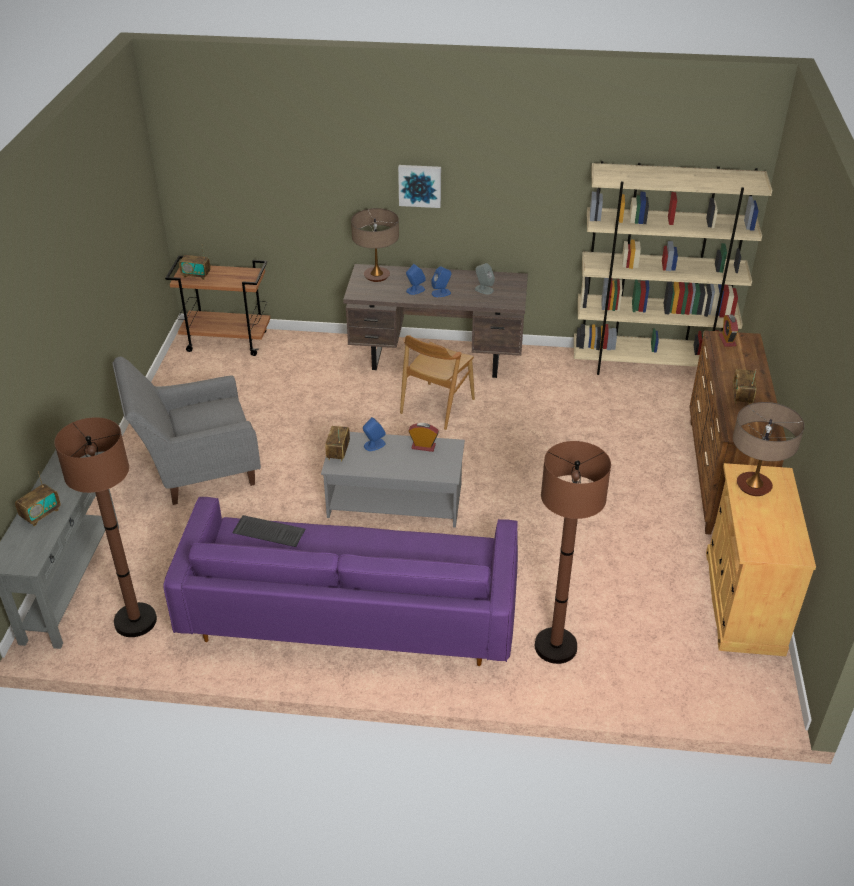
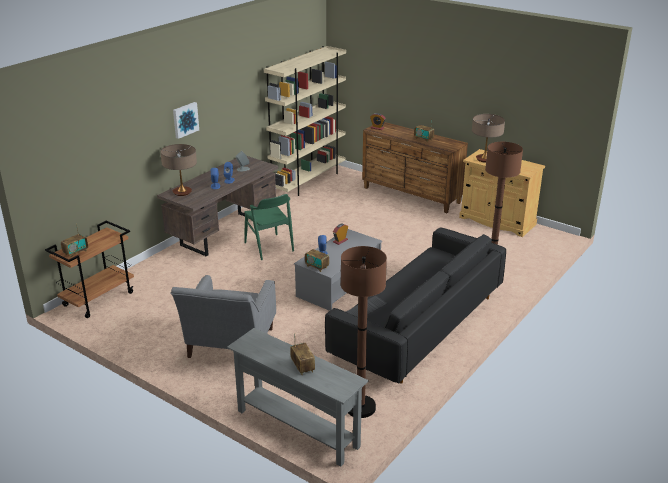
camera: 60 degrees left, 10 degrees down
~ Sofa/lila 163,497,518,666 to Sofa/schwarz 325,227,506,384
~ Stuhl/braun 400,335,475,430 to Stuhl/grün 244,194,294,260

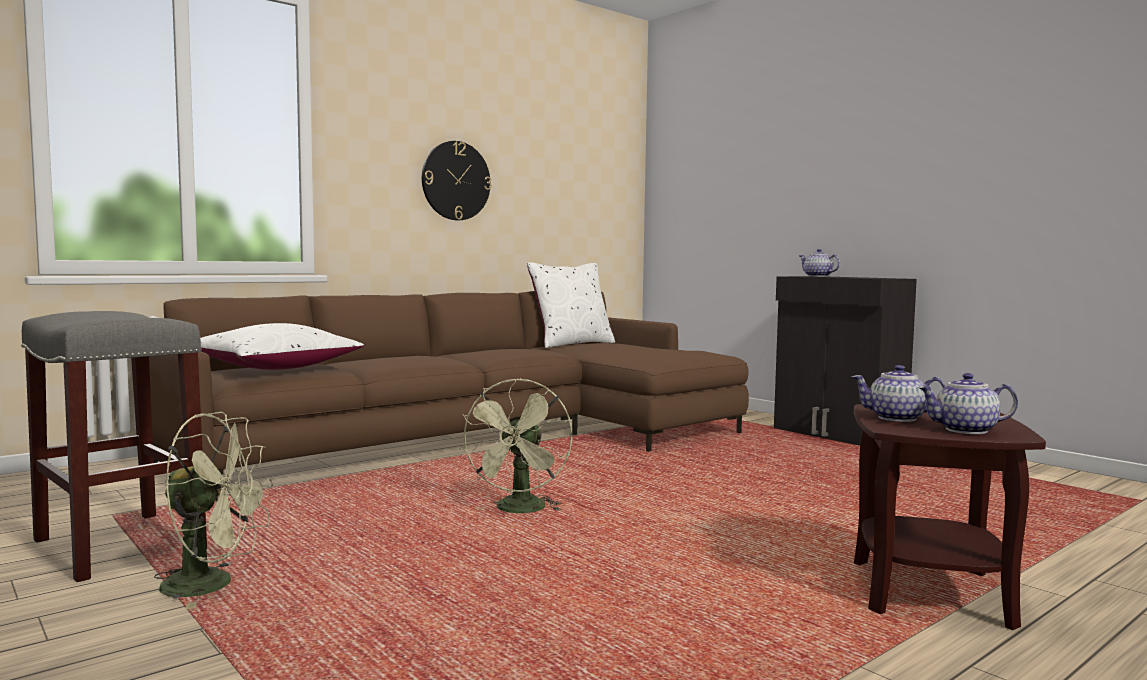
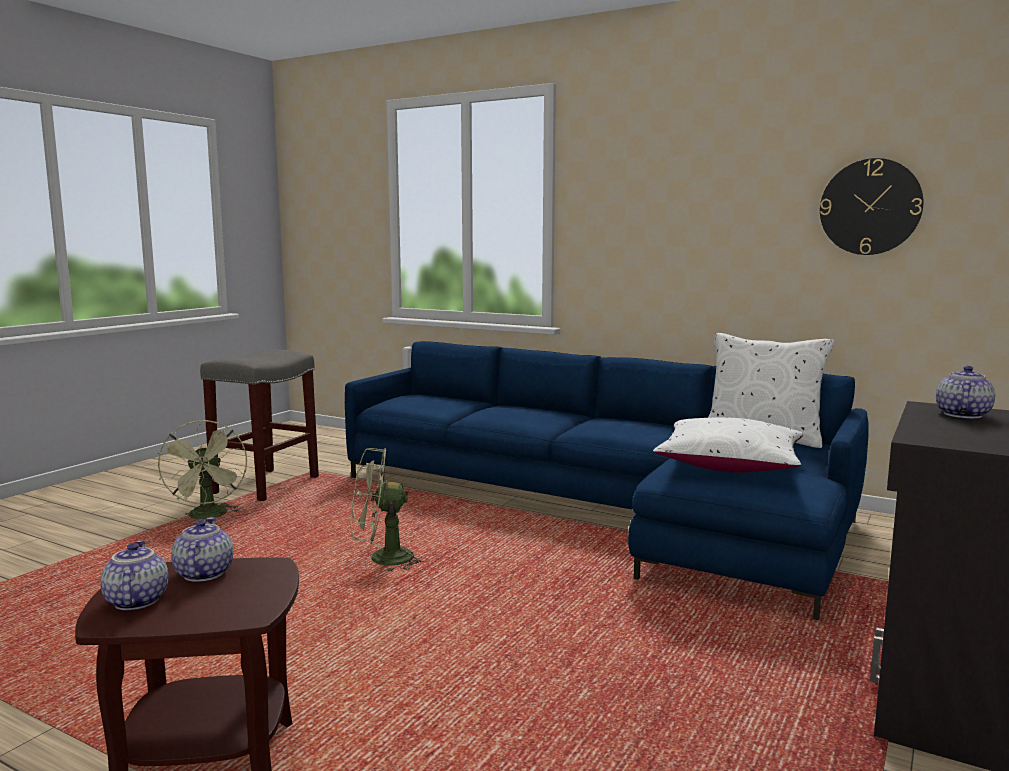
camera: 70 degrees right, 5 degrees up
~ Kissen/weiß 200,323,364,370 to 653,417,803,473
~ Wanduhr 422,141,491,220 to 820,158,923,255
~ Sofa/braun 149,291,749,475 to Sofa/blau 345,341,869,620

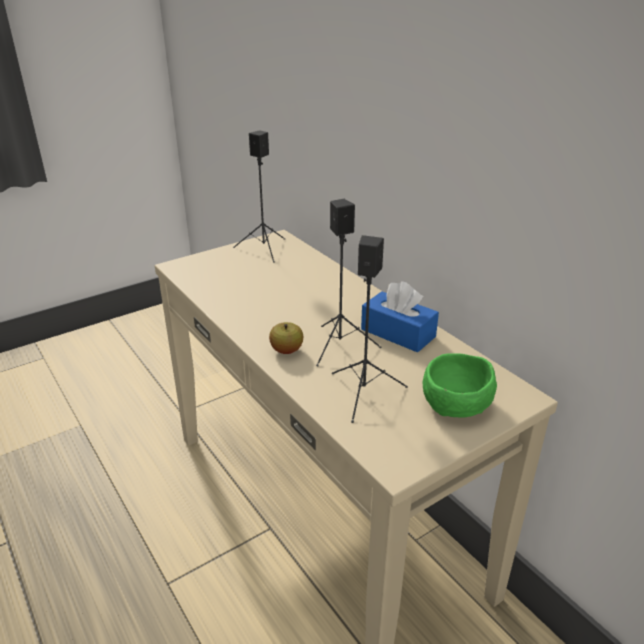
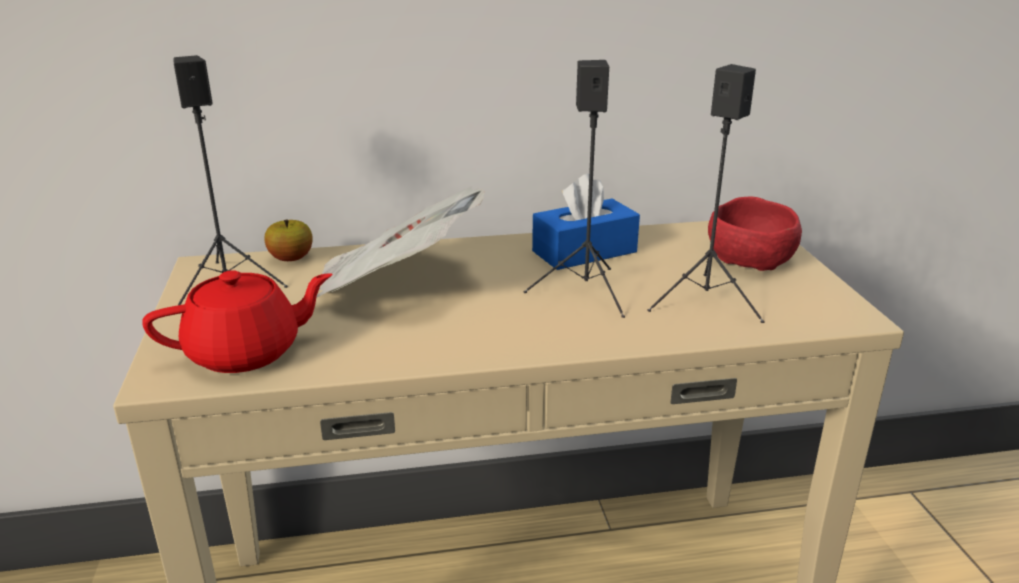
camera: 65 degrees left, 5 degrees down
+ Teekanne/rot 142,270,333,373
+ Zeitung 316,186,485,298
~ Apfel 269,322,303,354 to 264,220,313,261
~ Schüssel/grün 423,354,497,418 to Schüssel/rot 708,197,802,271

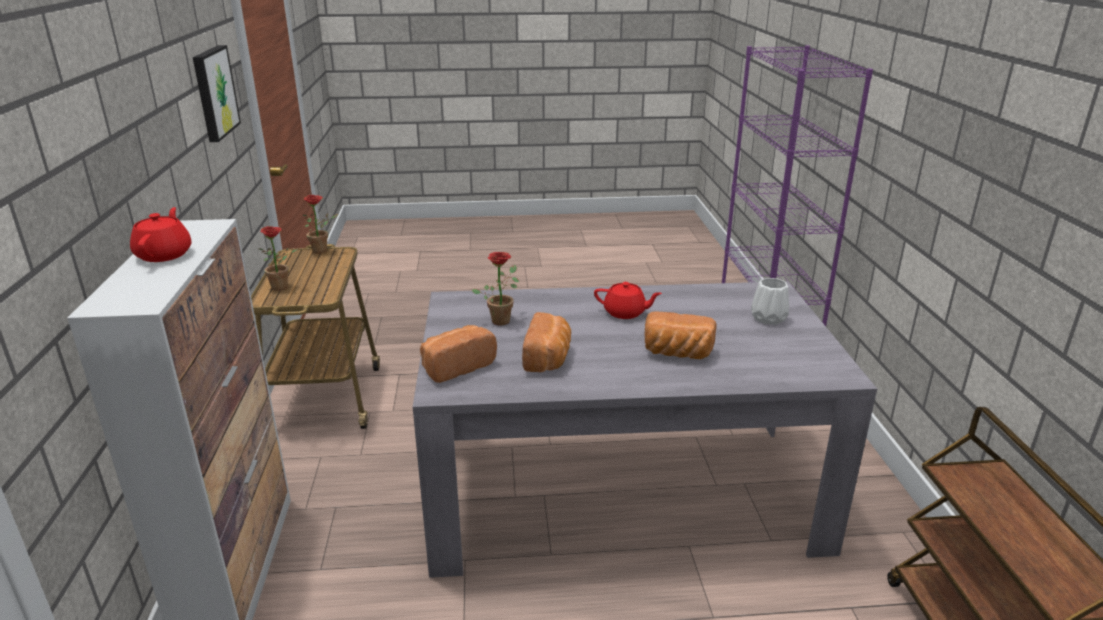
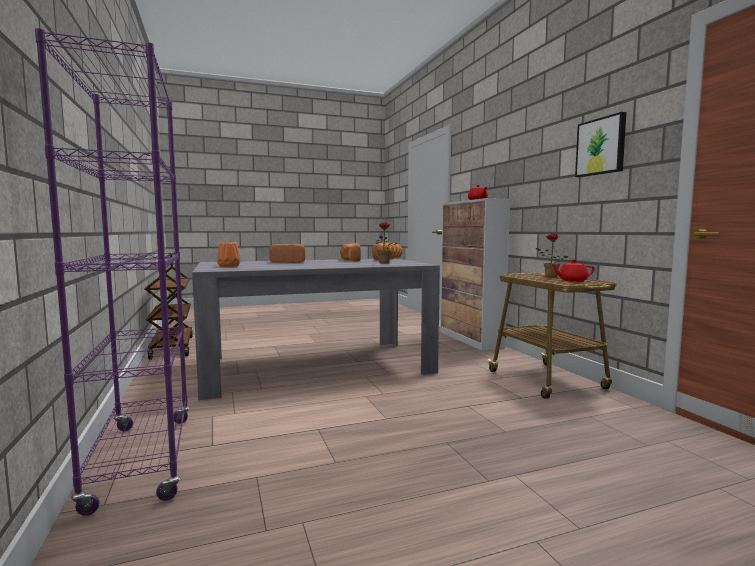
camera: 165 degrees right, 20 degrees down
- Topfpflanze 303,195,338,253
~ Teekanne/rot 594,282,662,319 to 551,260,595,282
~ Vase/weiß 751,278,789,325 to Vase/orange 217,242,240,267

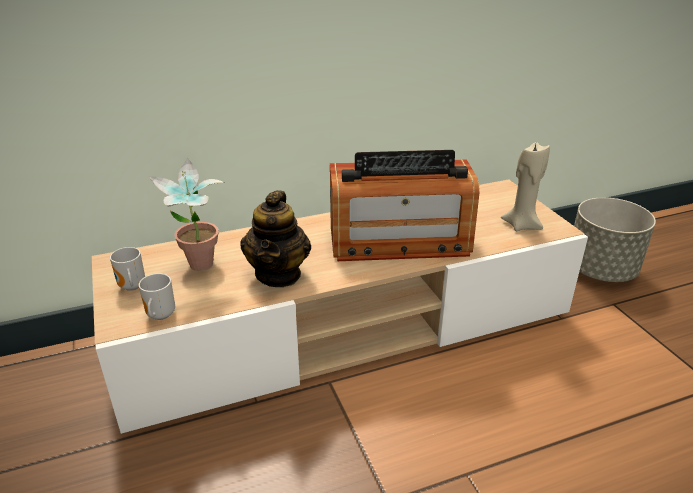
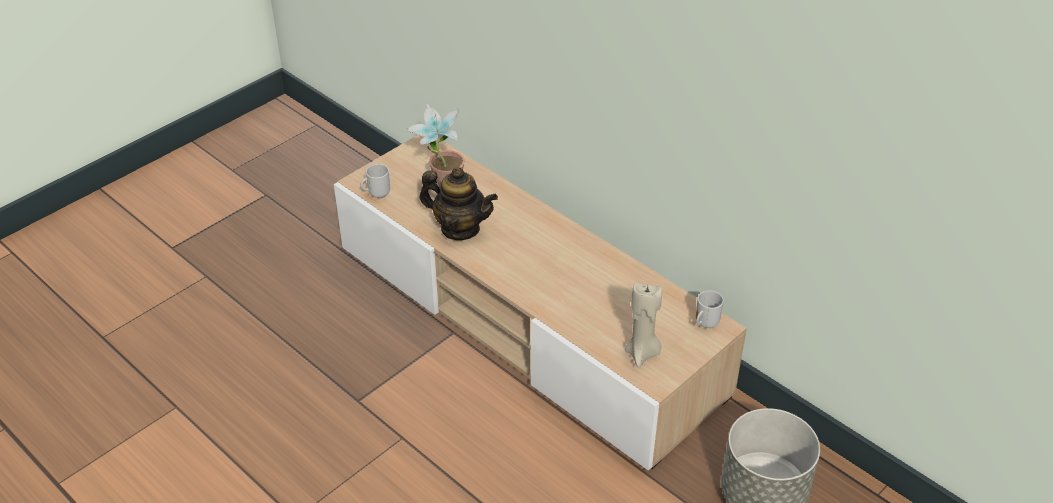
camera: 65 degrees right, 10 degrees up
- Radio 330,150,480,261
~ Henkelbecher 110,247,145,291 to 696,290,724,328
~ Teekanne 240,190,311,287 = 420,167,498,240 135 degrees counterclockwise

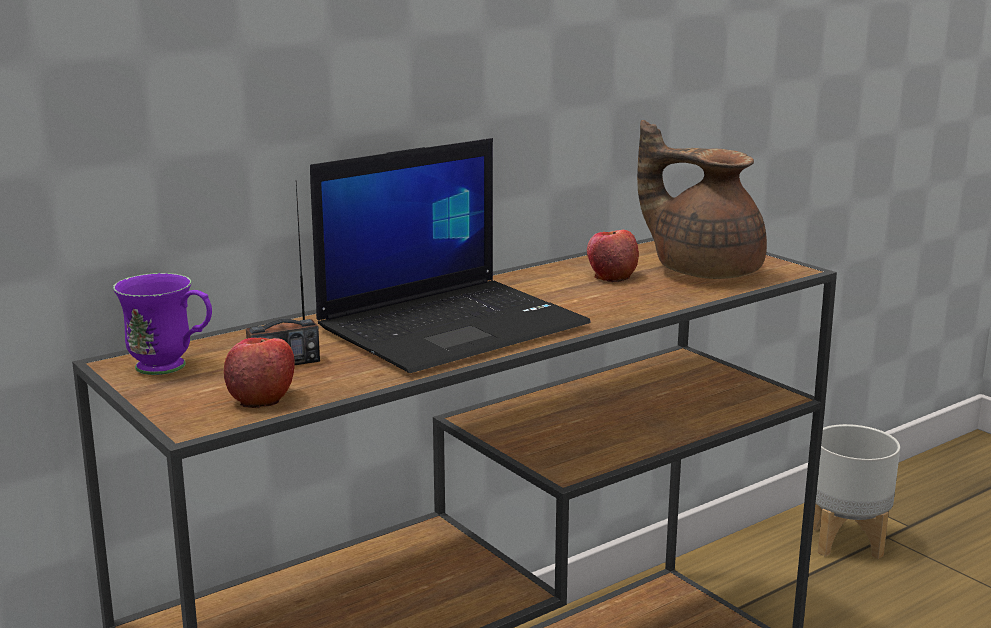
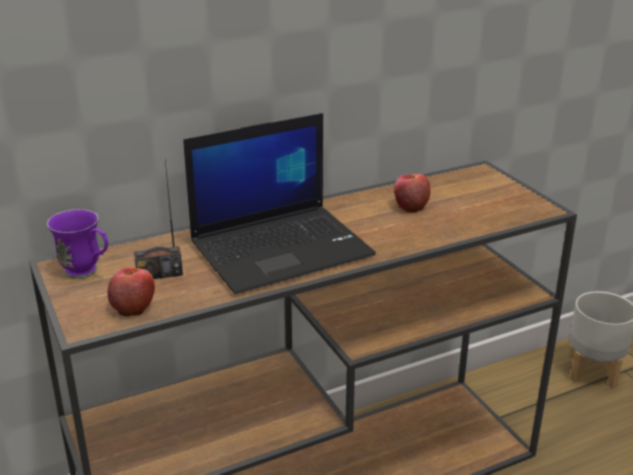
camera: 10 degrees right, 10 degrees up
- Teekanne/braun 637,120,767,279

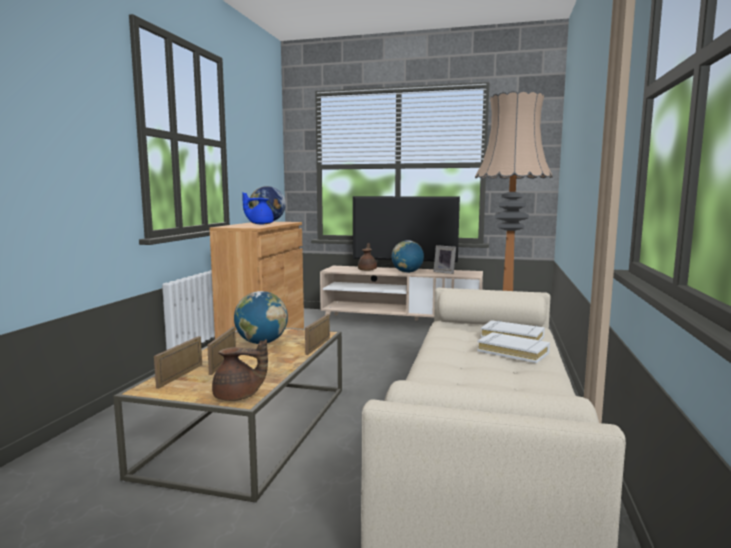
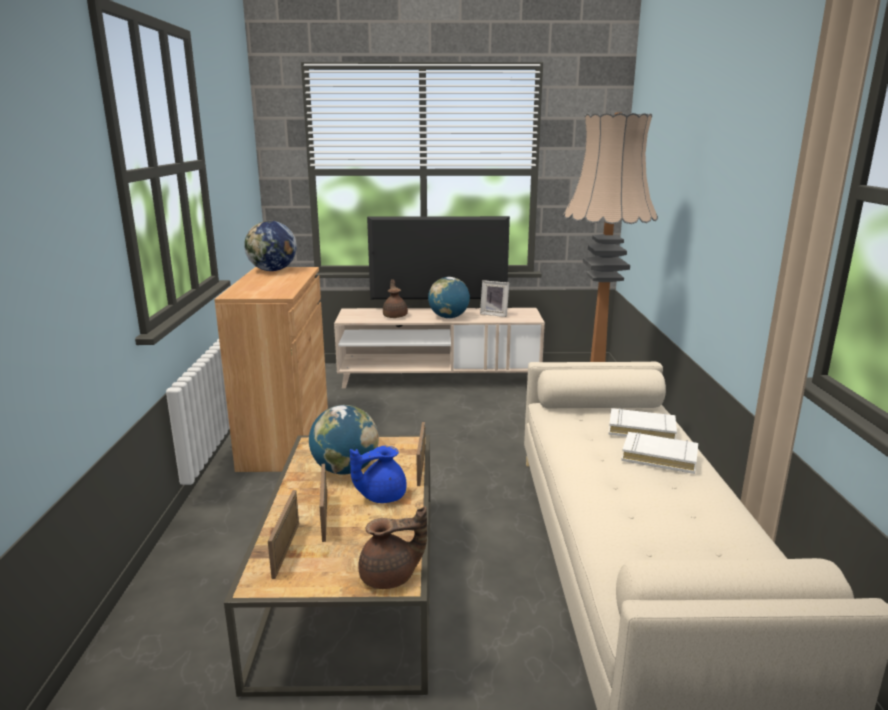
camera: 15 degrees left, 10 degrees up
~ Teekanne/blau 242,192,274,224 to 350,446,407,503

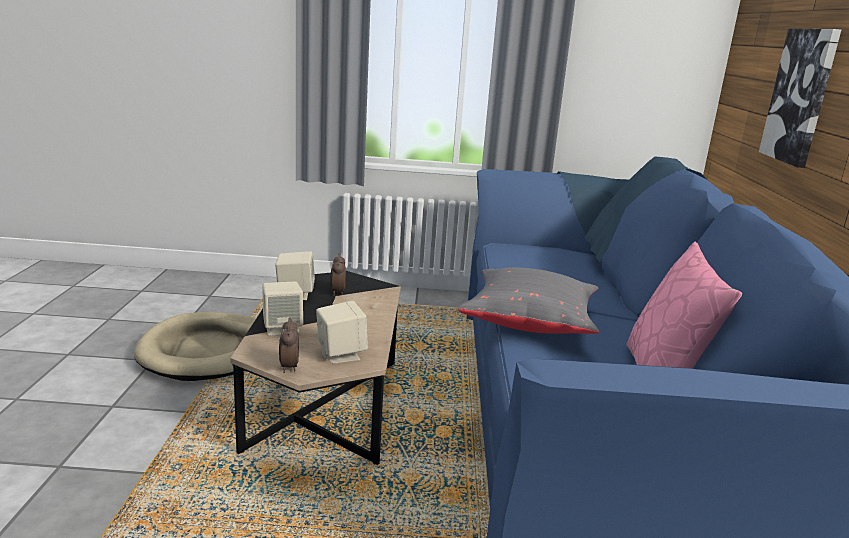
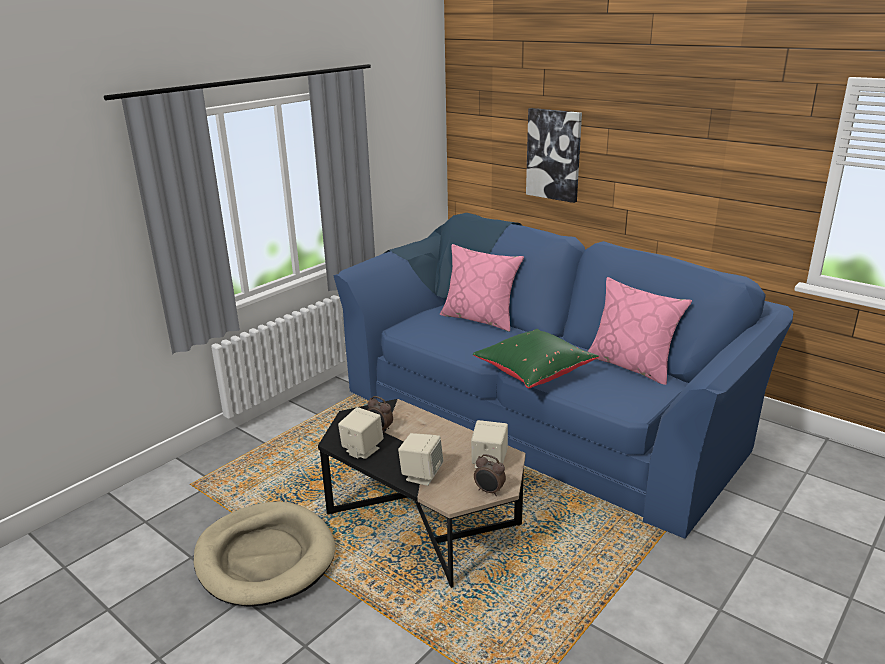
camera: 50 degrees left, 5 degrees up
+ Kissen/rosa 440,244,524,332
~ Kissen/grau 458,267,599,334 to Kissen/grün 473,329,599,388

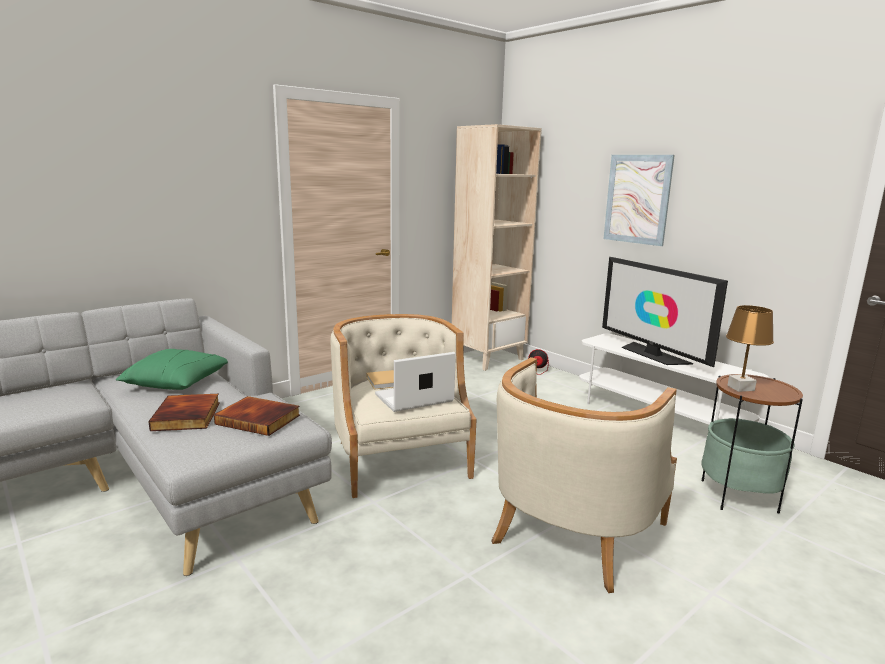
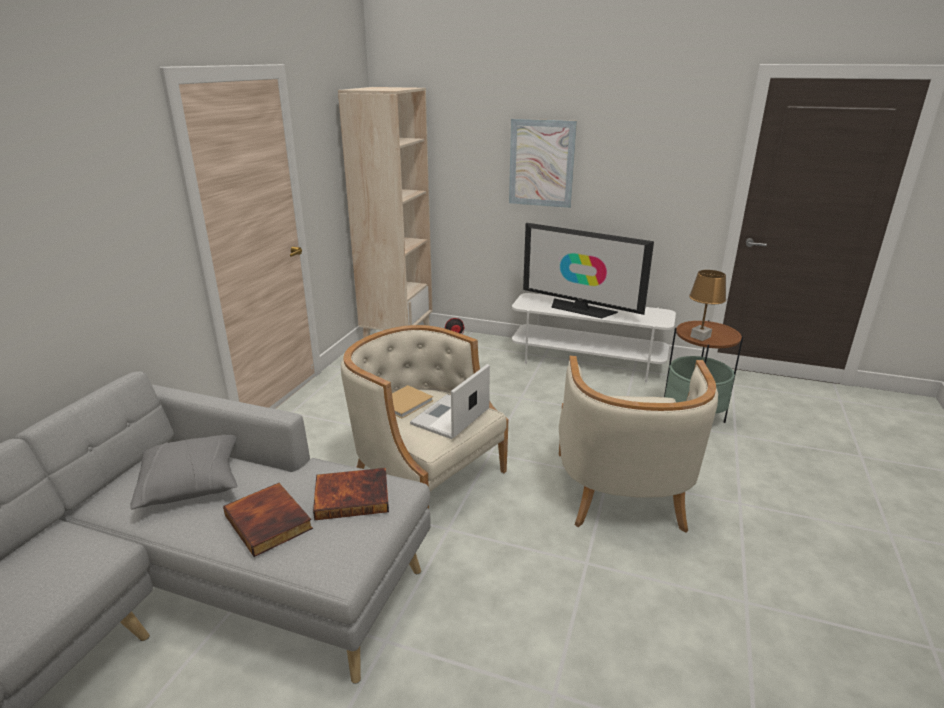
camera: 30 degrees left, 10 degrees up
~ Kissen/grün 116,349,228,390 to Kissen/grau 130,434,237,509

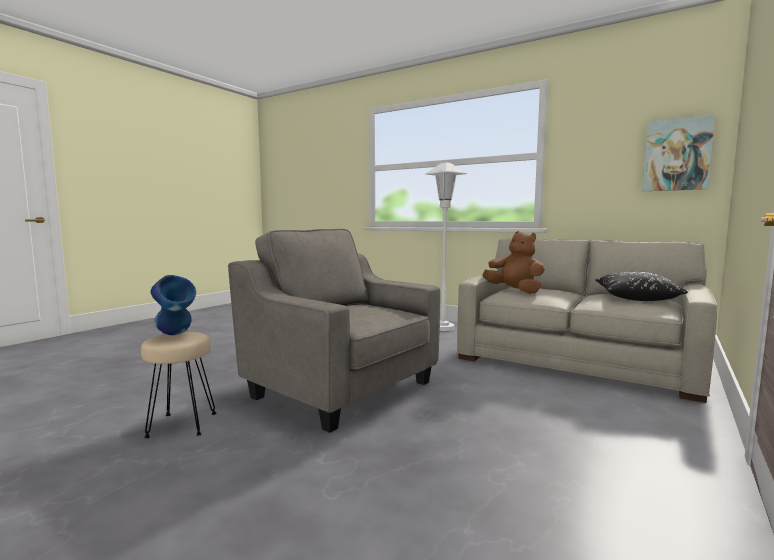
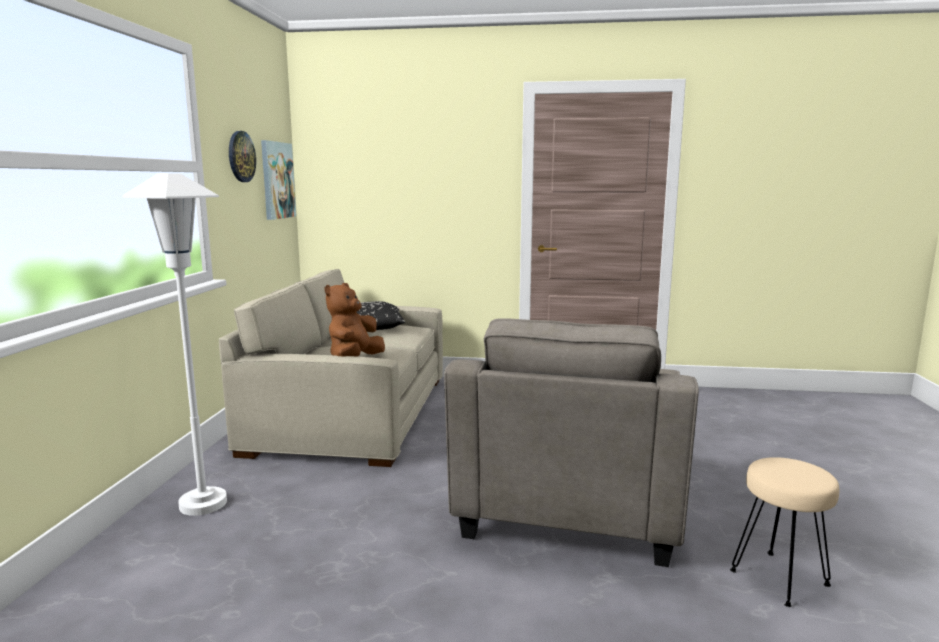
camera: 115 degrees left, 5 degrees up
- Vase/blau 150,275,196,335
+ Wanduhr 229,131,256,182

